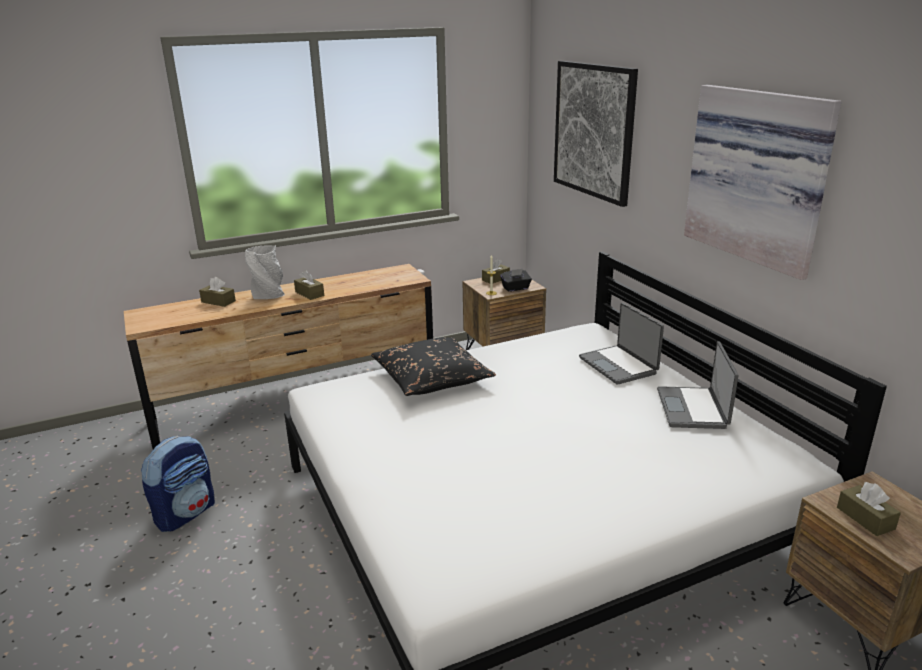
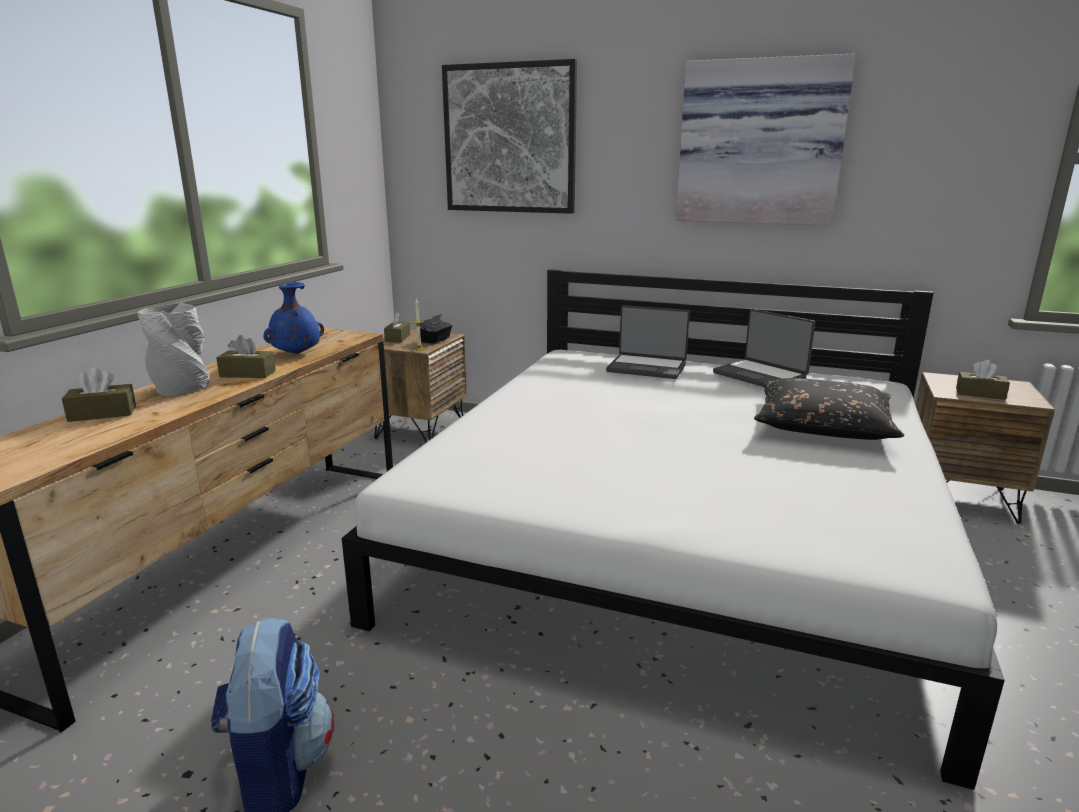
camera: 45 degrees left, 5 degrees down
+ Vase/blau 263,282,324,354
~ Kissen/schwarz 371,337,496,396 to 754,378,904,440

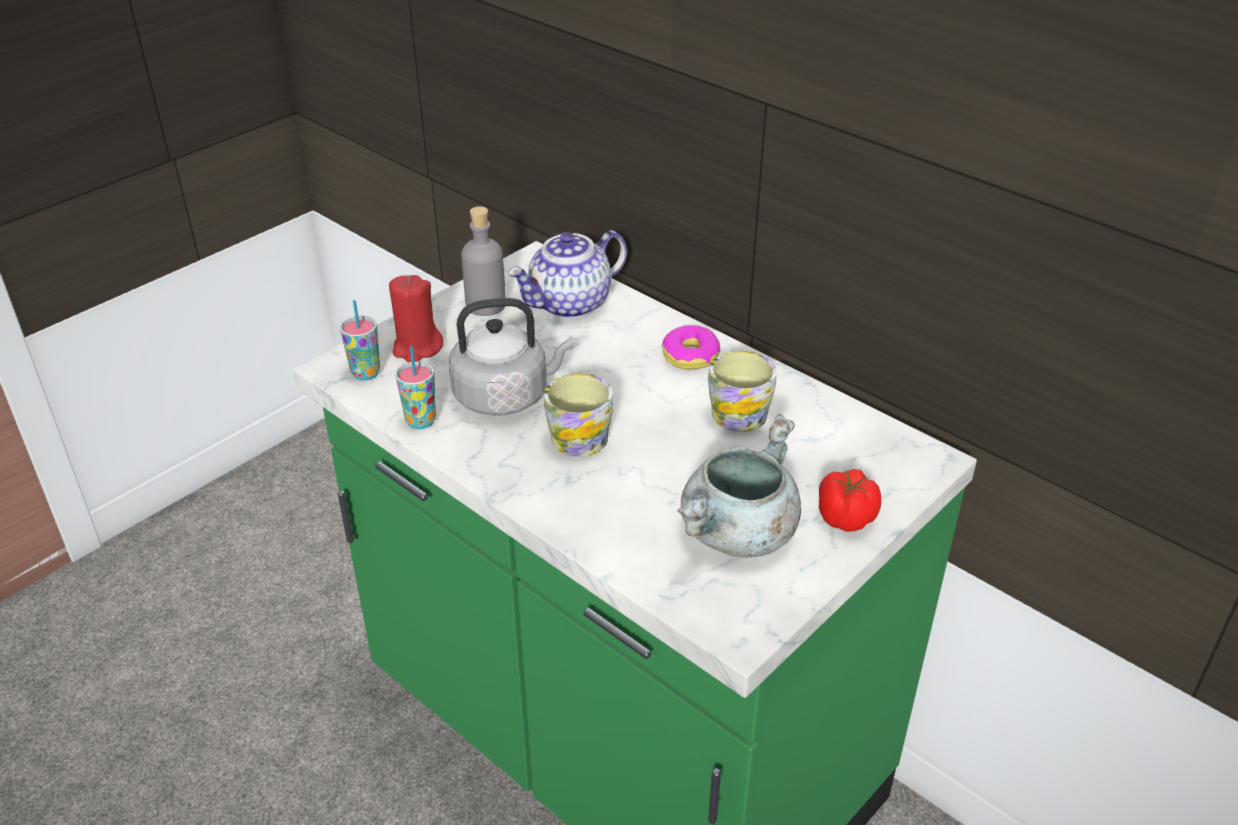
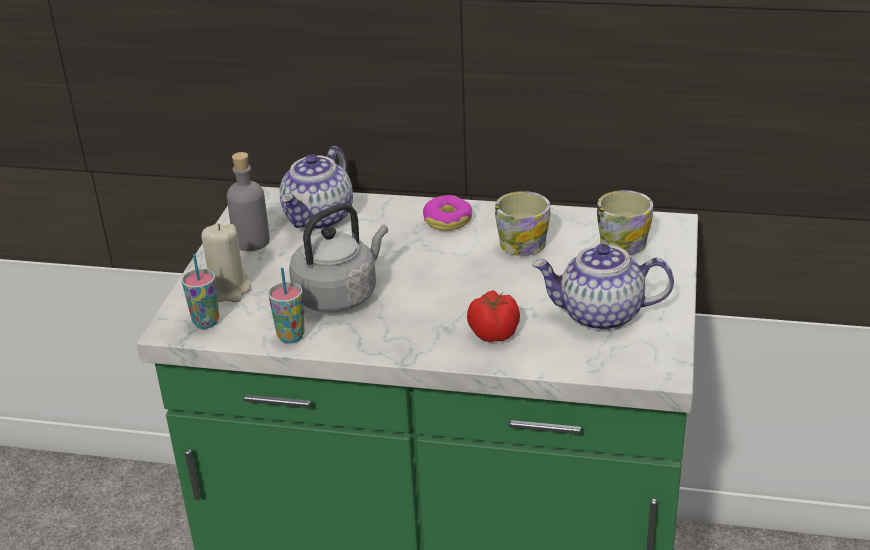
camera: 30 degrees left, 5 degrees down
~ Henkelbecher 544,373,614,457 to 597,190,653,255
~ Tomate 819,469,881,532 to 467,290,520,342
~ Kochtopf/grau 678,414,801,558 to Teekanne 532,244,674,331
~ Kerze/rot 389,275,444,363 to Kerze/beige 201,224,251,302

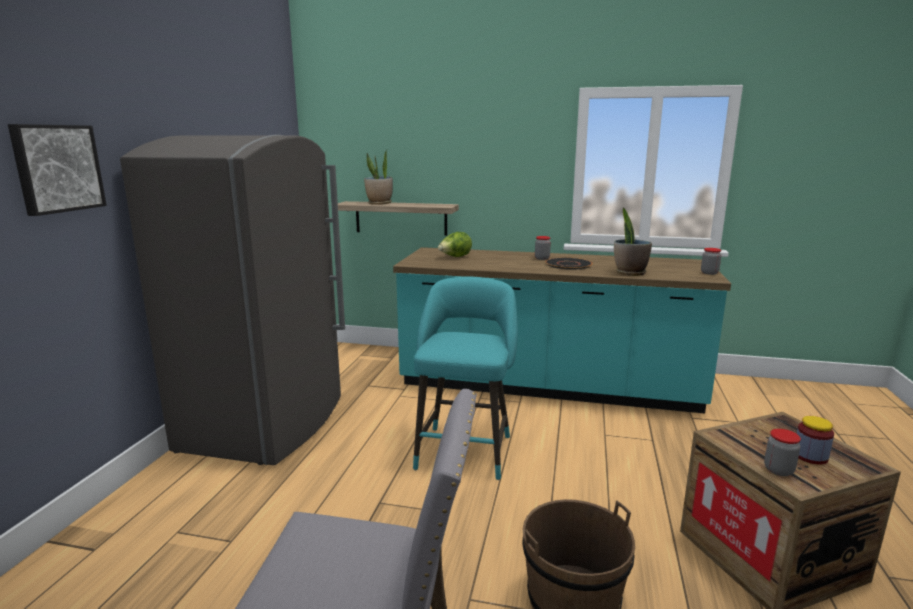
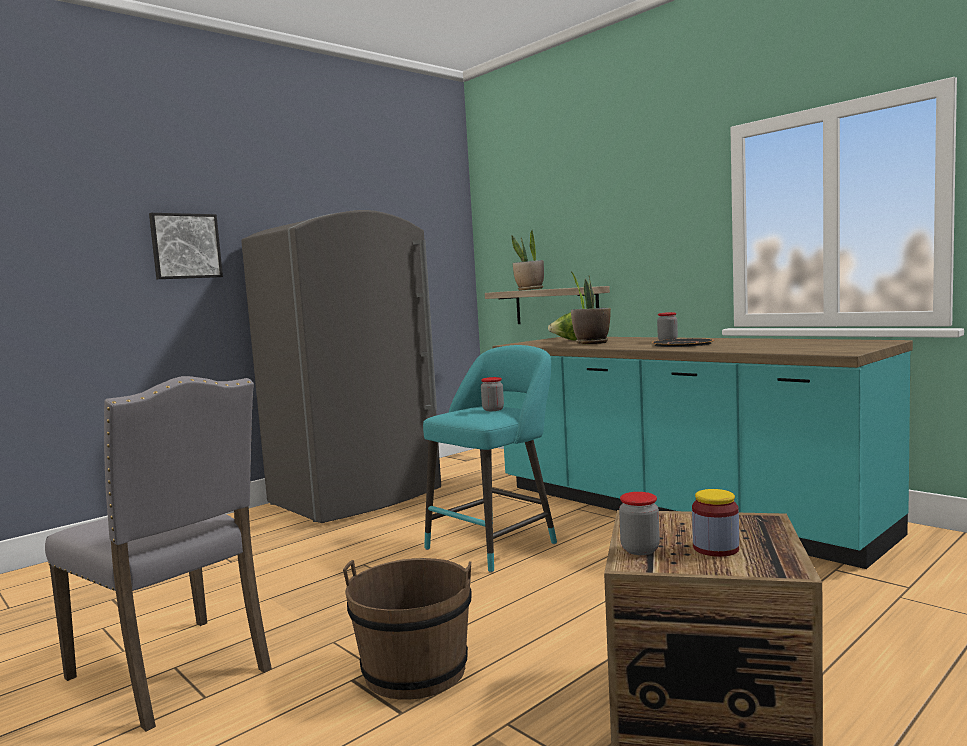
camera: 35 degrees right, 10 degrees down
~ Topfpflanze 614,208,652,276 to 570,271,611,344
~ Vorratsglas 701,248,721,275 to 481,377,504,411

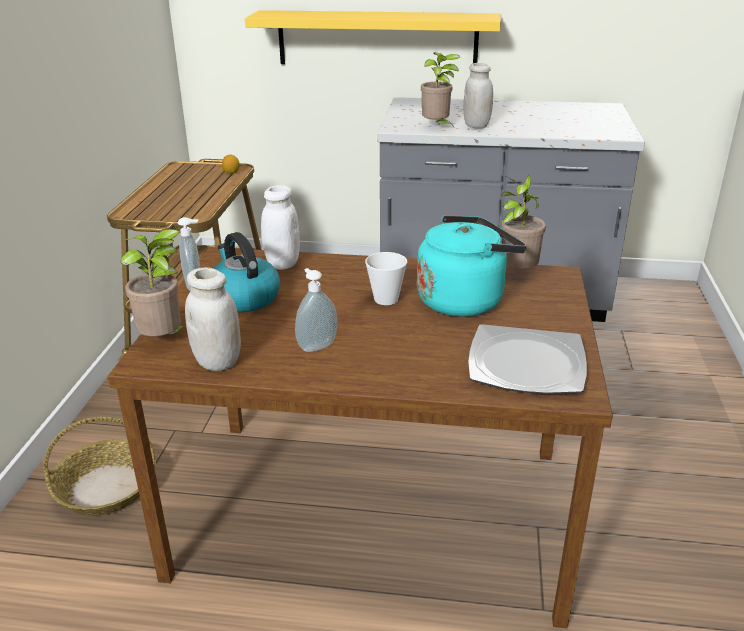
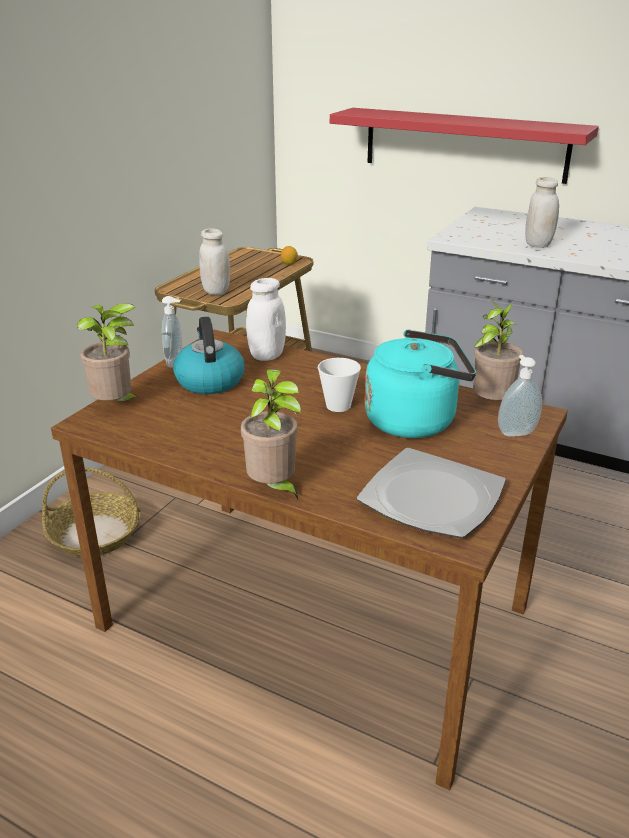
camera: 20 degrees right, 0 degrees up
~ Vorratsglas/weiß 185,267,241,371 to 199,228,230,295
~ Seifenspender 295,268,337,352 to 498,355,542,436
~ Topfpflanze 421,52,460,127 to 241,369,301,500
~ Wandregal/gelb 245,10,501,64 to Wandregal/rot 330,108,599,184

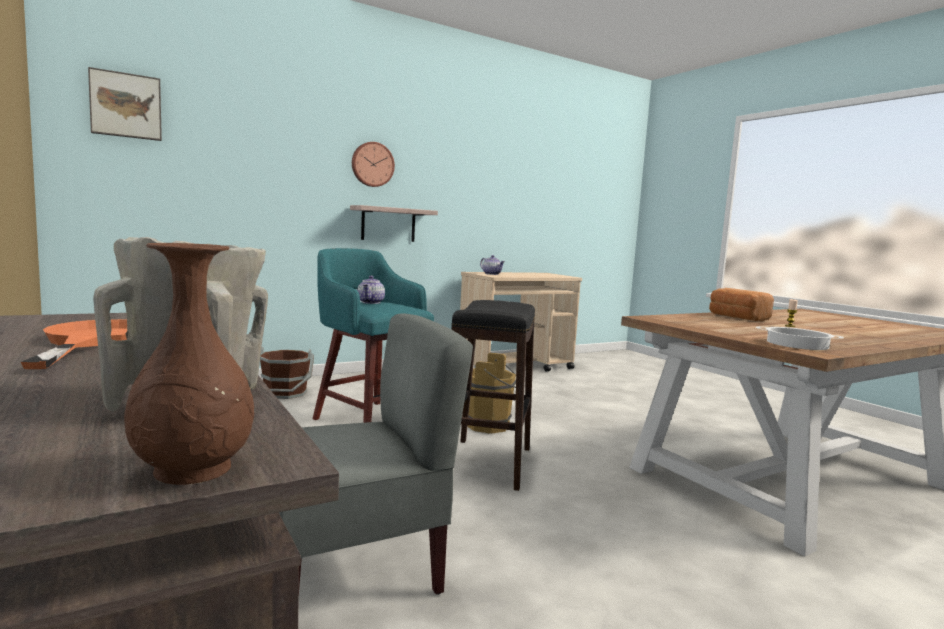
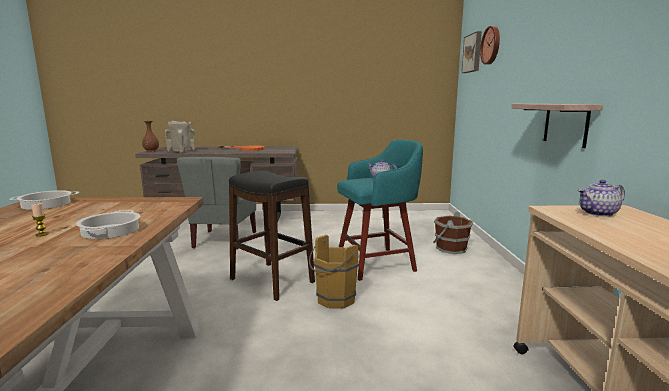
camera: 120 degrees right, 5 degrees up
~ Wanduhr 352,142,395,187 to 480,26,500,64
~ Brot 709,288,774,321 to Kochtopf 76,210,140,239

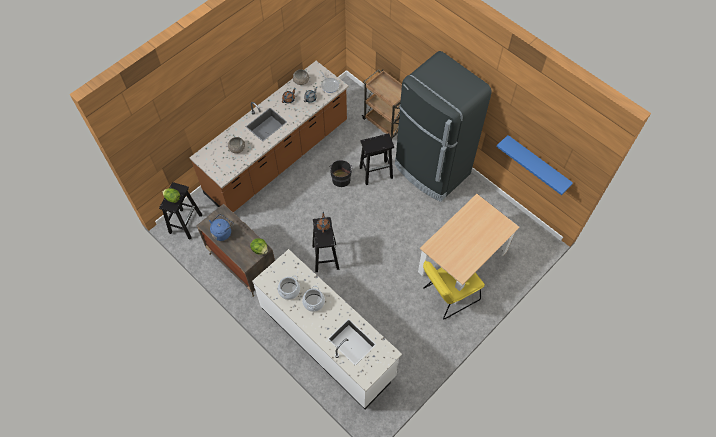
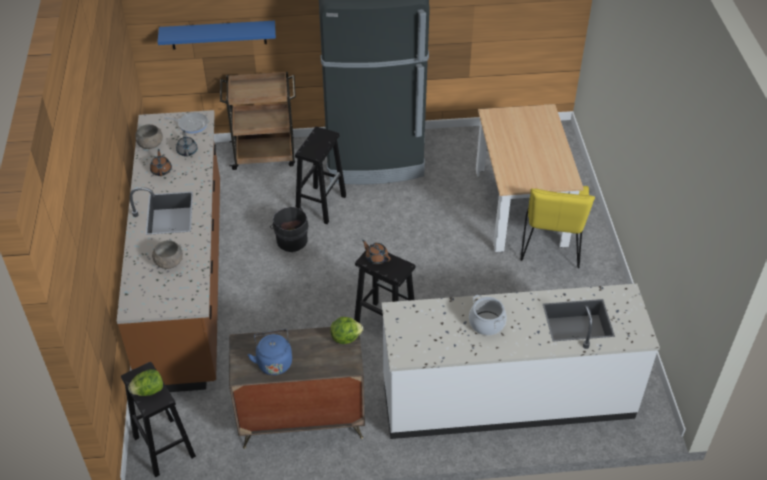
camera: 50 degrees left, 15 degrees down
- Kochtopf 278,275,300,300
~ Wandregal/blau 496,135,573,195 to 158,21,276,49

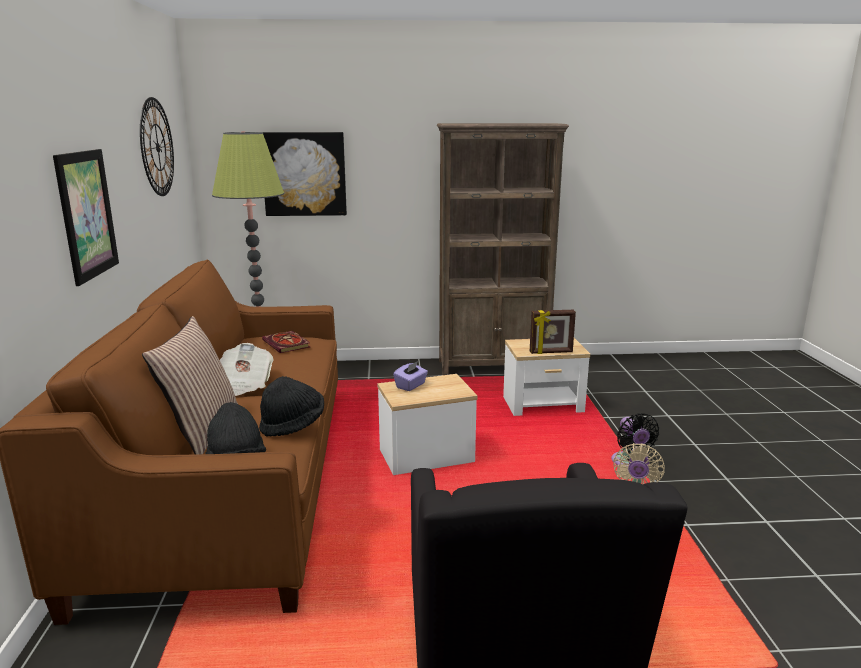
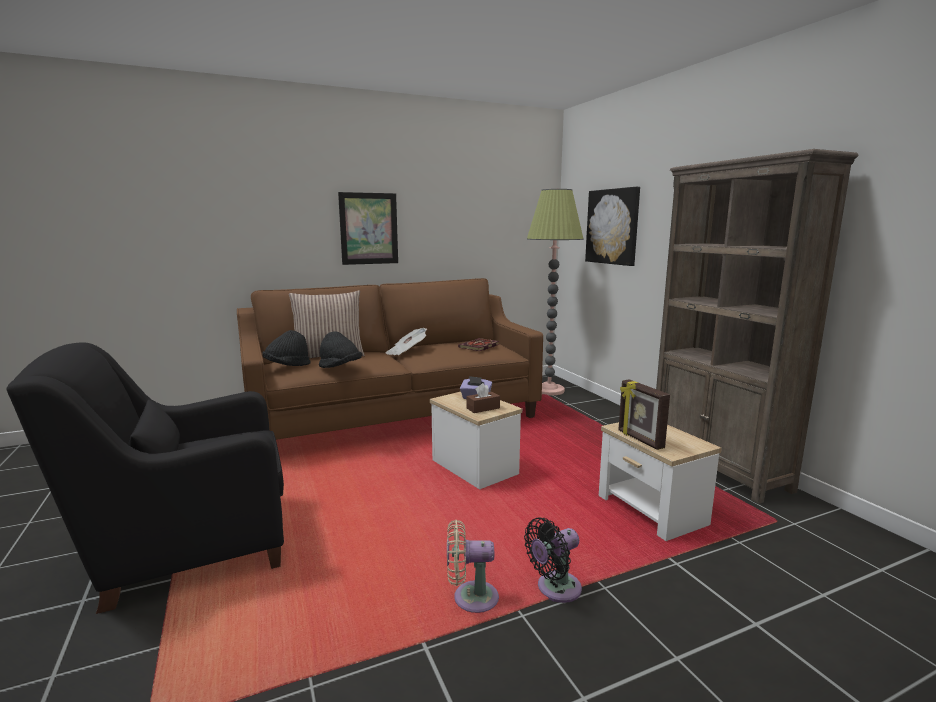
camera: 70 degrees right, 5 degrees down
- Wanduhr 140,97,174,196
+ Taschentuchbox/braun 466,383,500,413

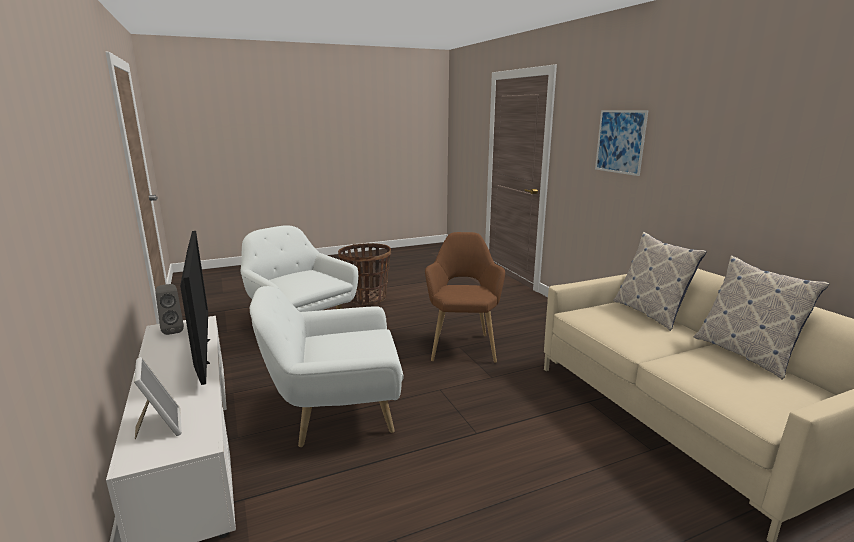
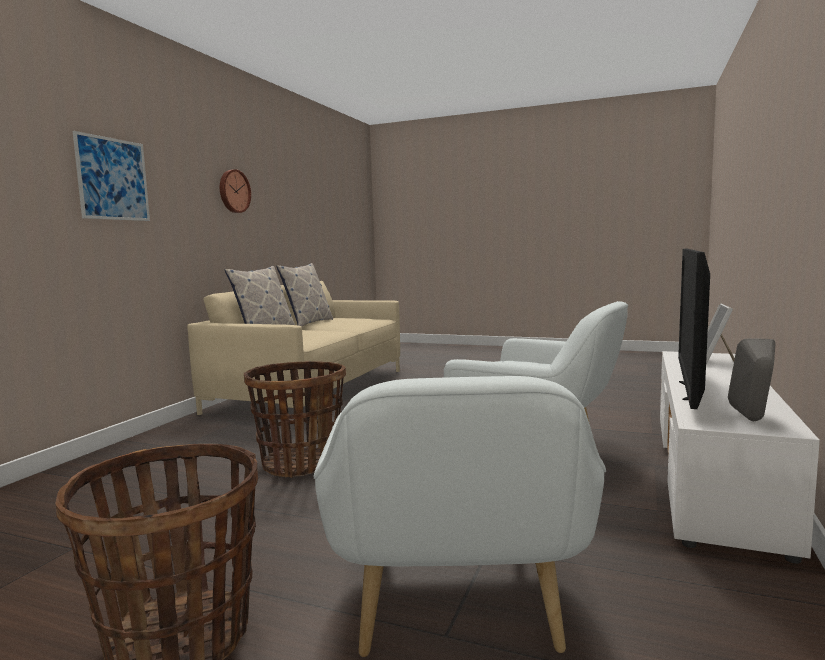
camera: 135 degrees left, 10 degrees down
+ Wanduhr 220,169,251,213
~ Sessel/braun 425,232,505,363 to Korb 244,361,346,478

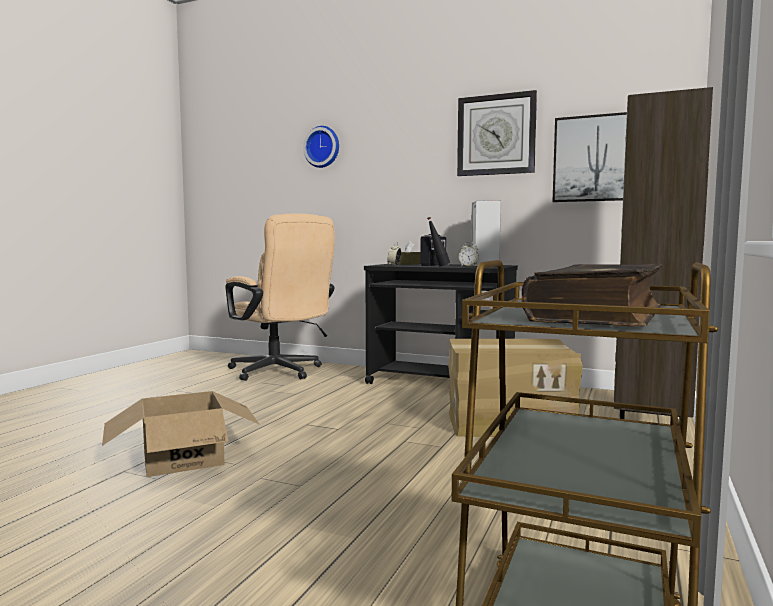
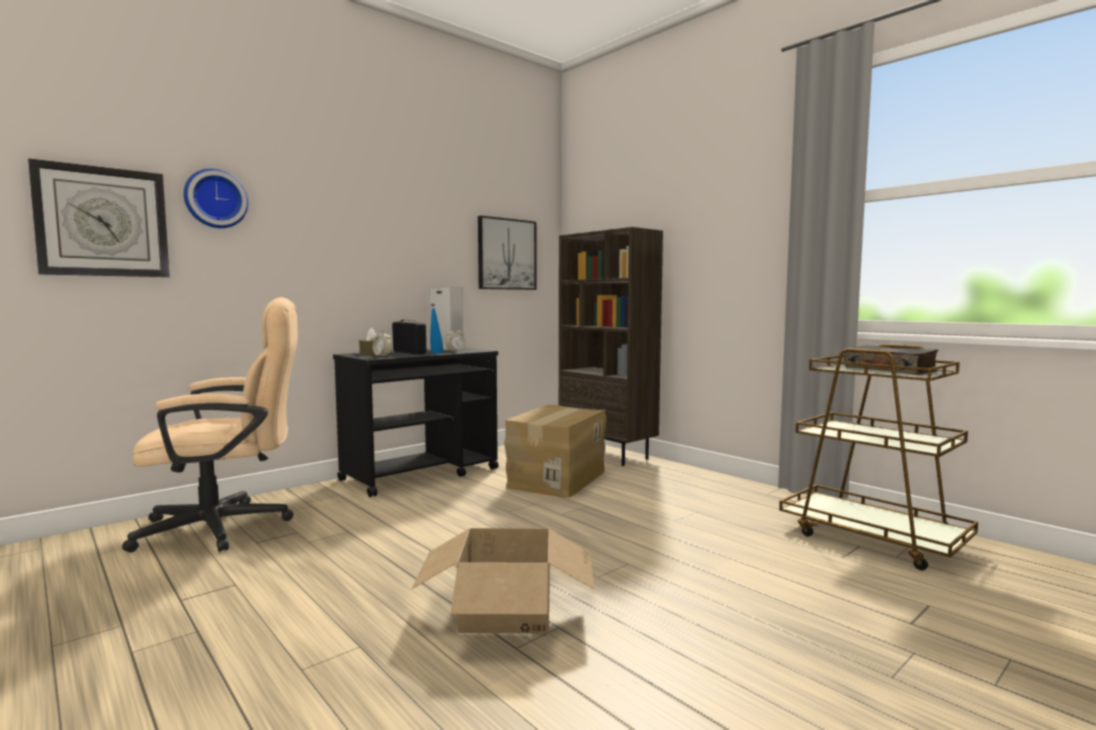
camera: 65 degrees left, 0 degrees up
~ Wanduhr 457,90,537,176 to 28,158,170,277
~ Flasche/schwarz 427,217,450,266 to Flasche/blau 430,303,443,354

